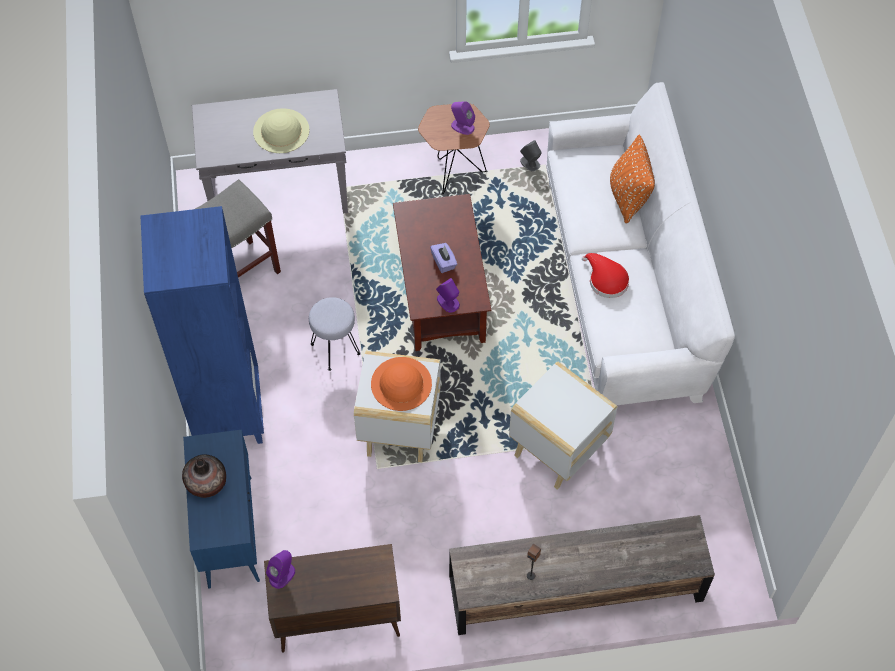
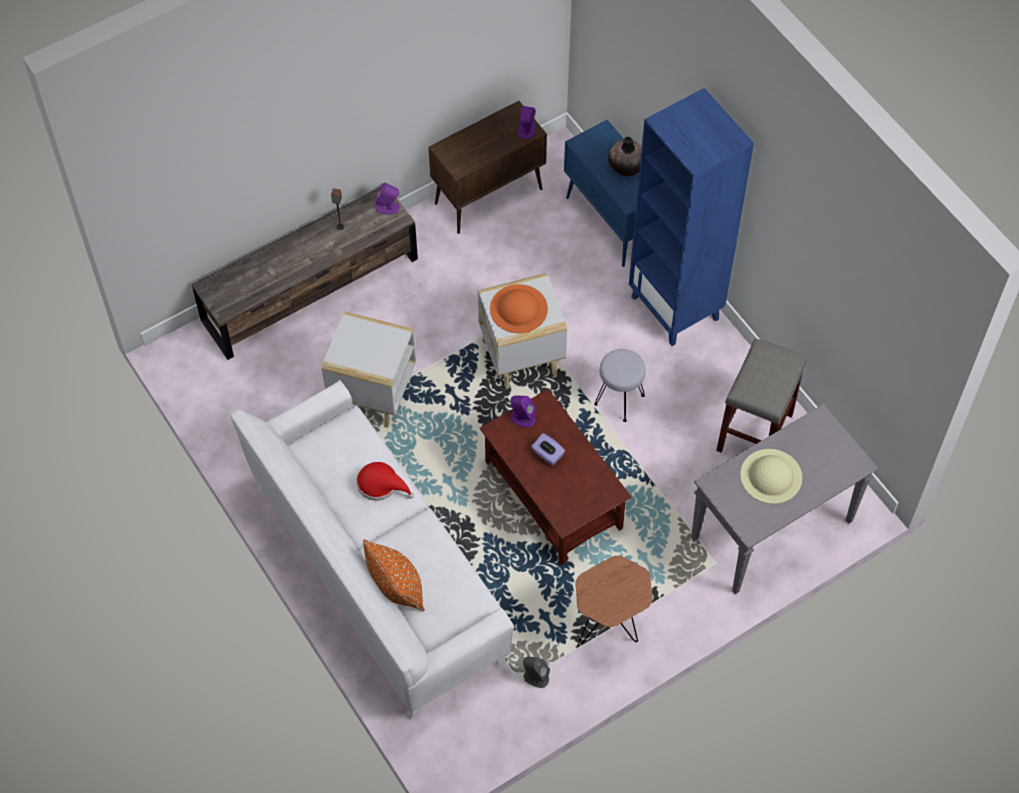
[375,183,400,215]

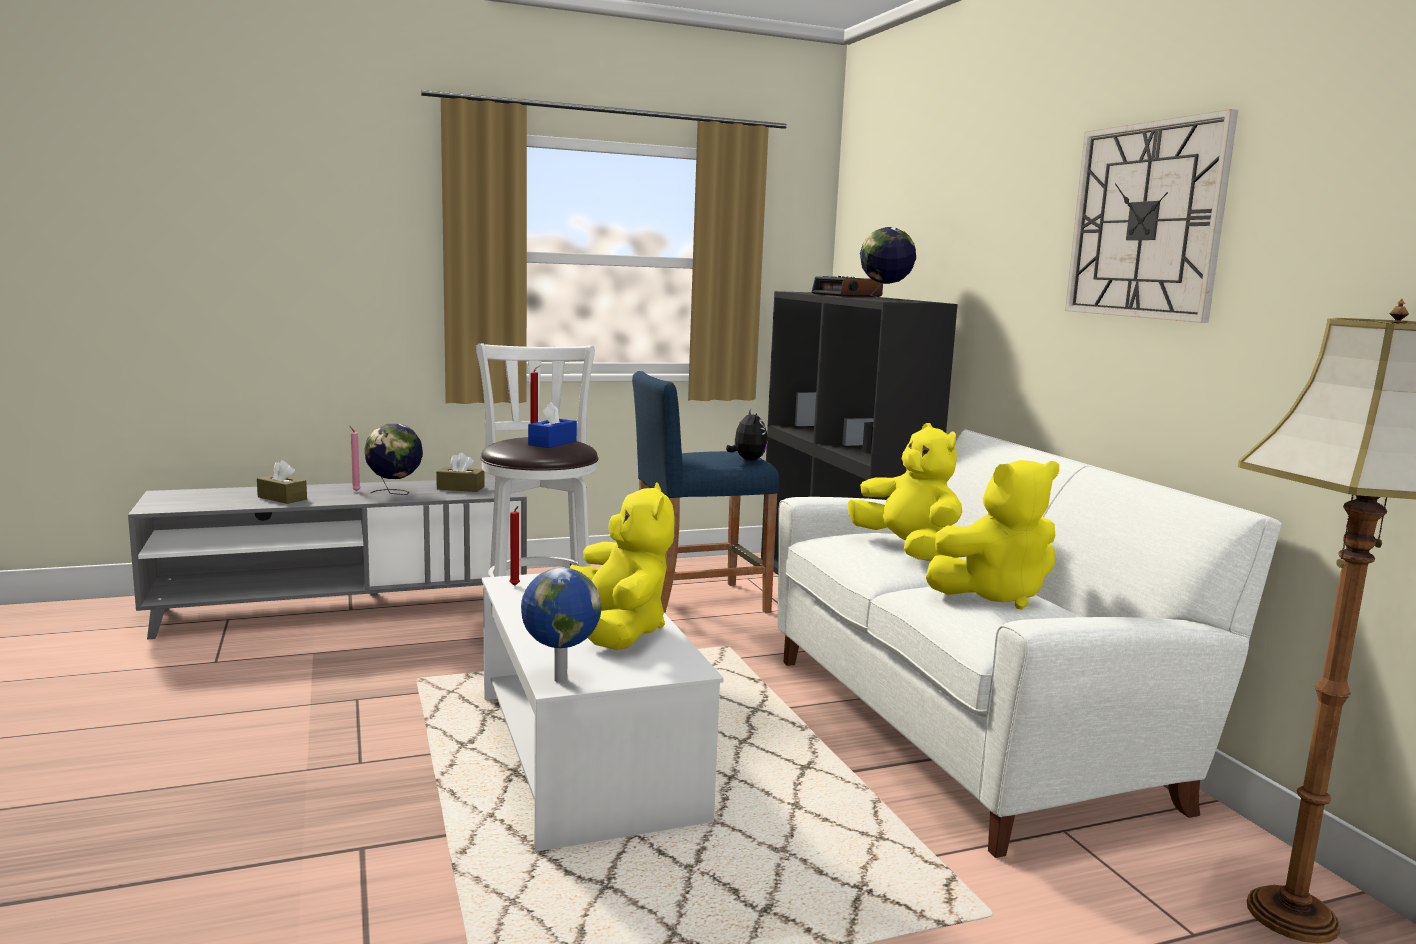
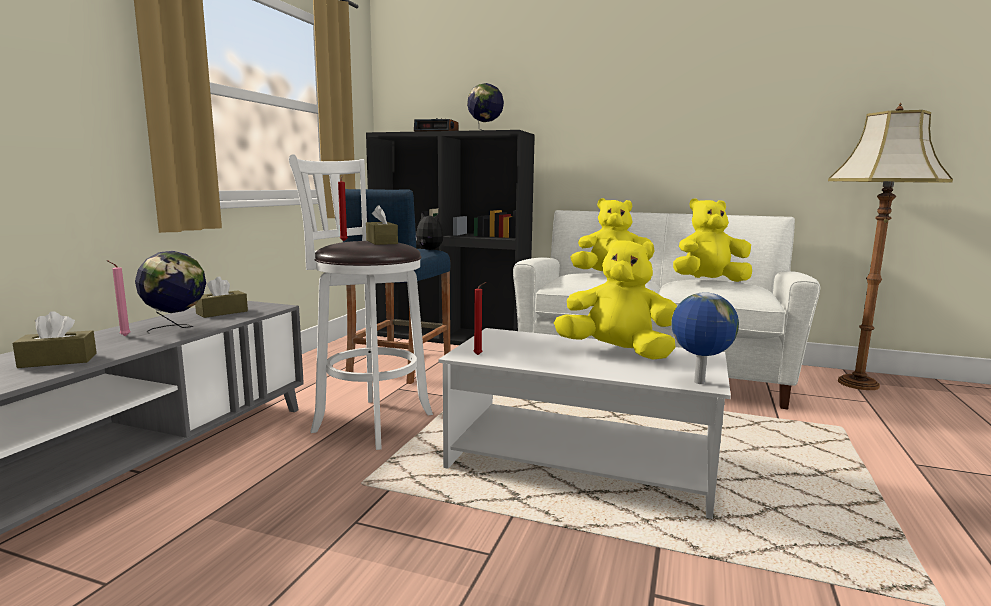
[366,205,398,245]
[673,198,752,282]
[1065,109,1238,323] (first image)

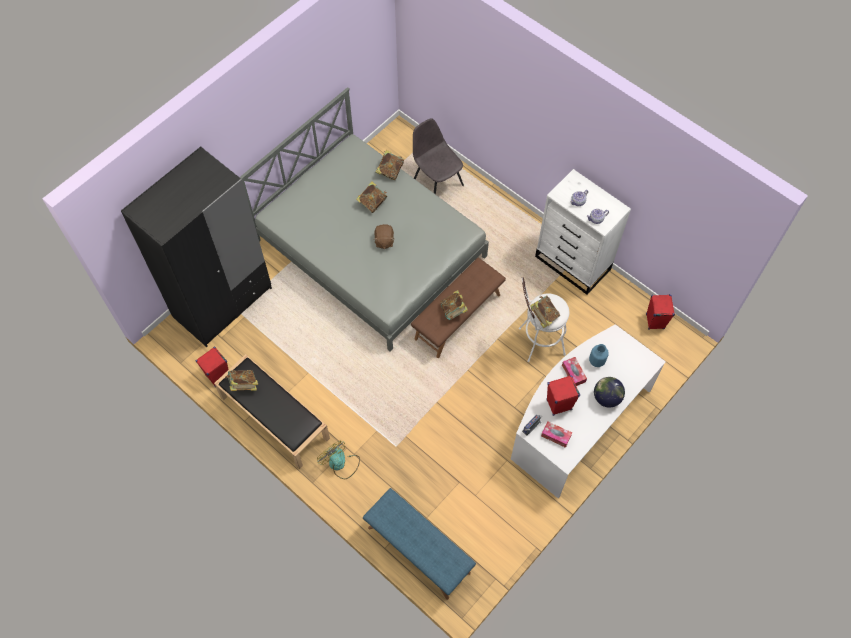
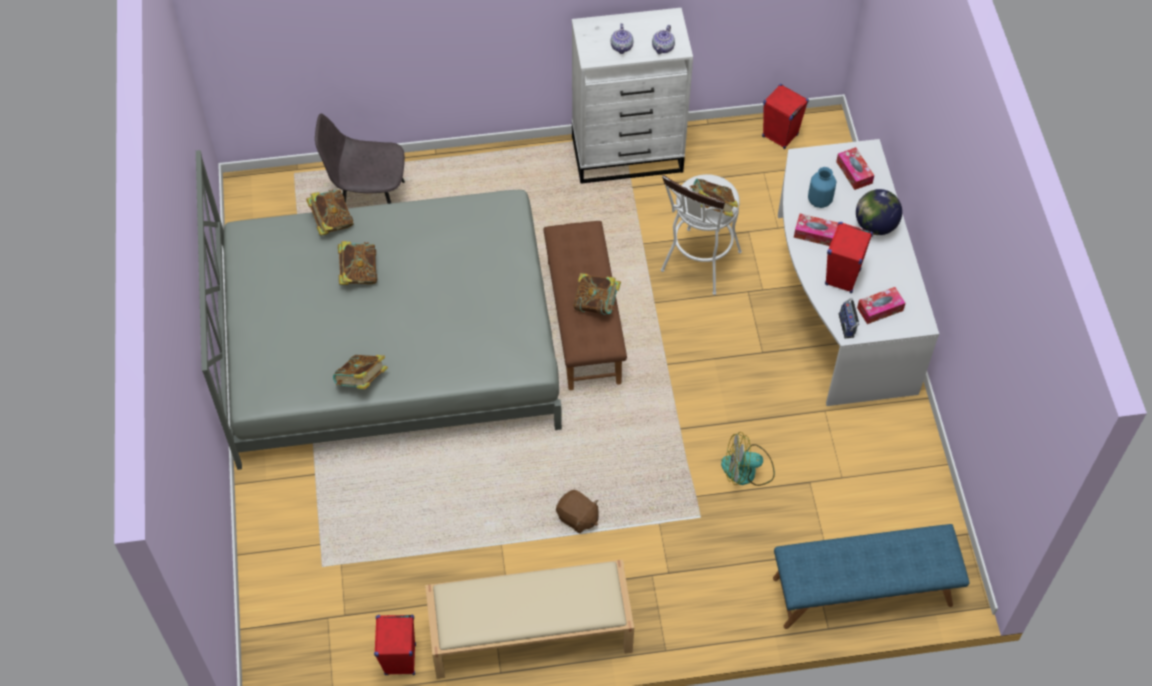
[121,147,272,347] (first image)
[425,559,634,679]
[333,355,388,389]
[721,432,775,486]
[556,490,599,534]
[836,147,874,190]

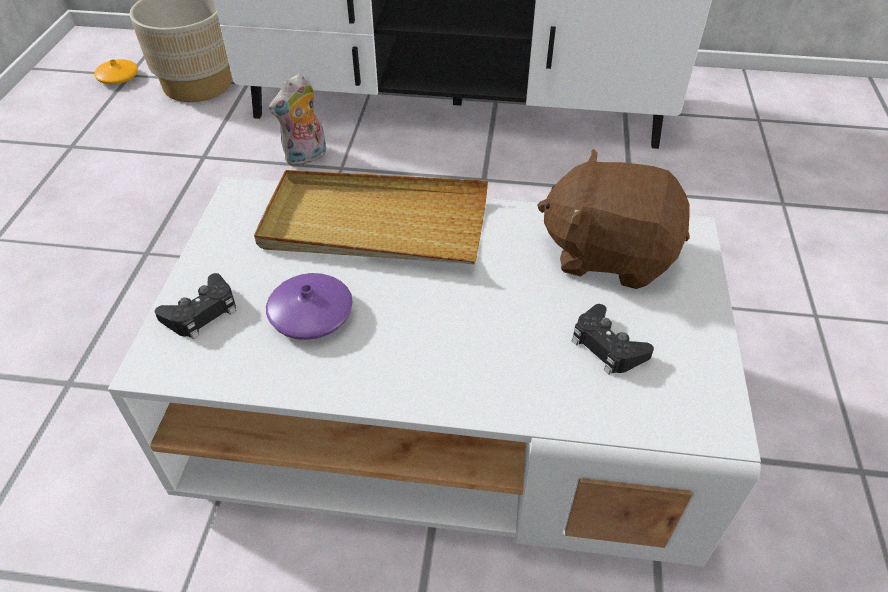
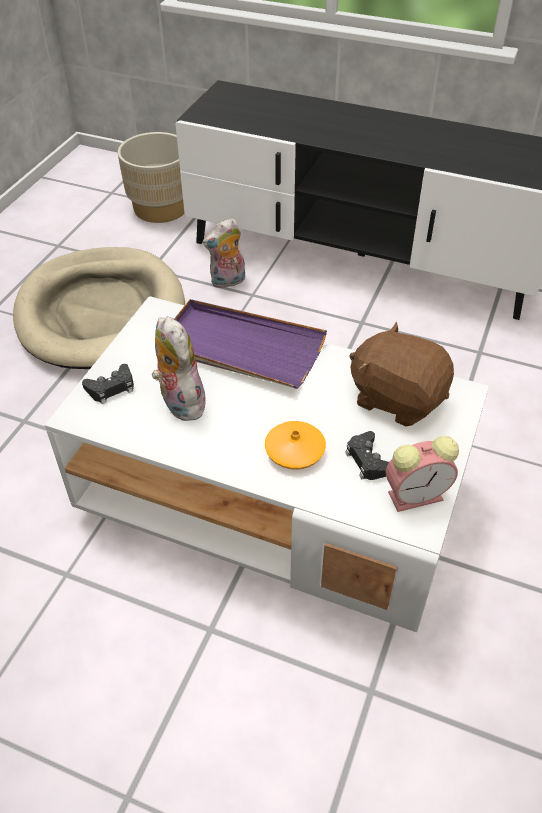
[265,421,326,469]
[174,299,327,389]
[152,316,206,421]
[13,247,185,369]
[386,436,459,512]

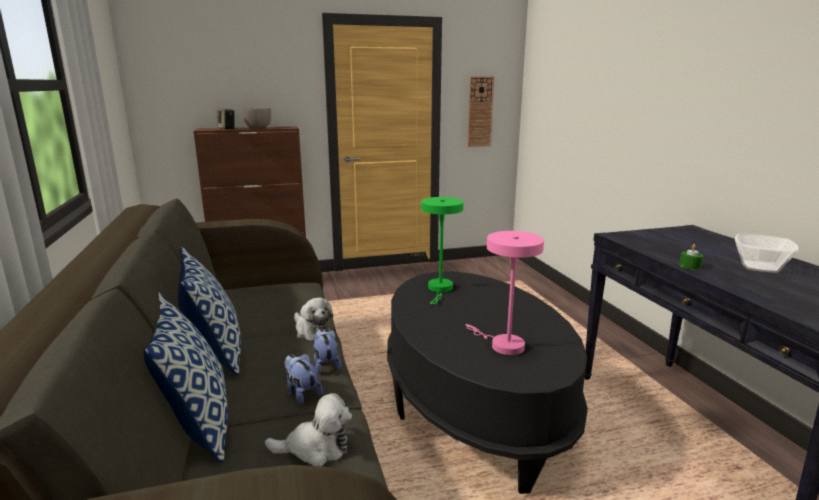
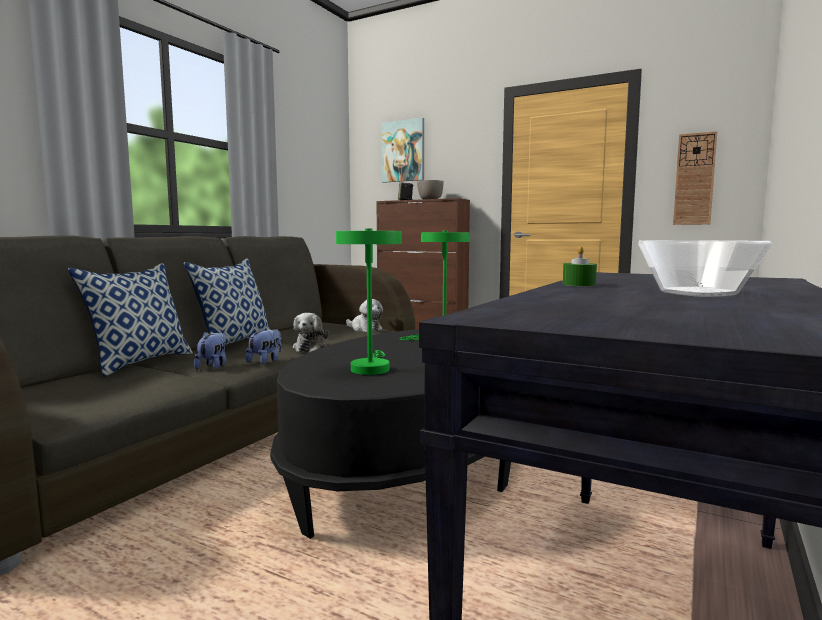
[346,299,383,332]
[336,228,401,375]
[381,118,424,183]

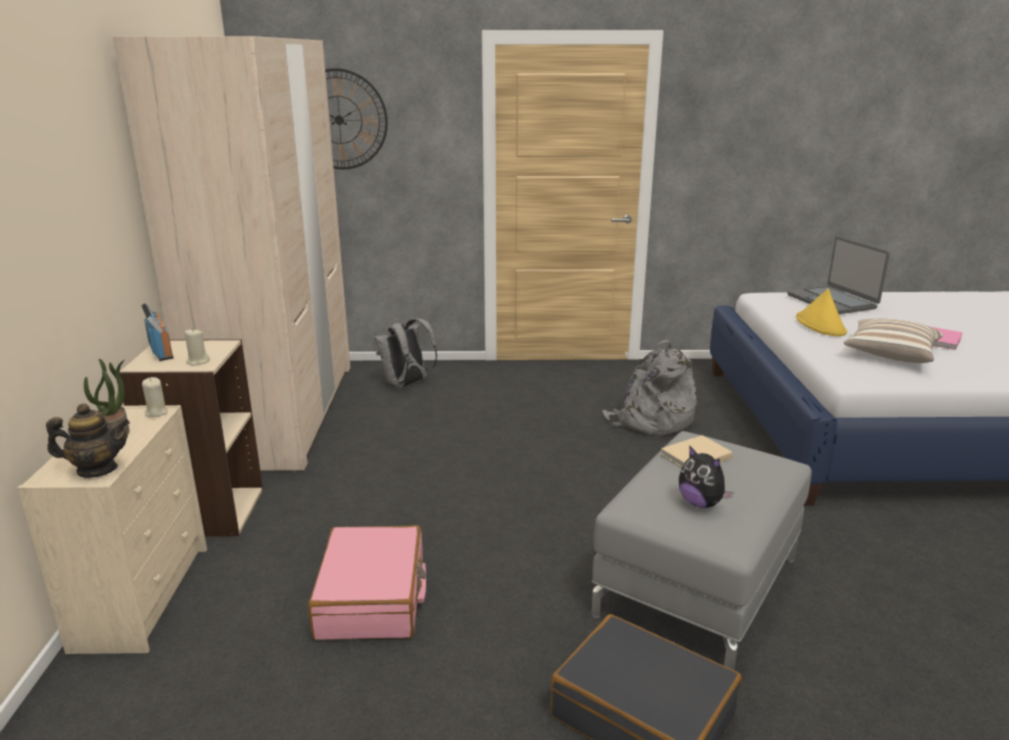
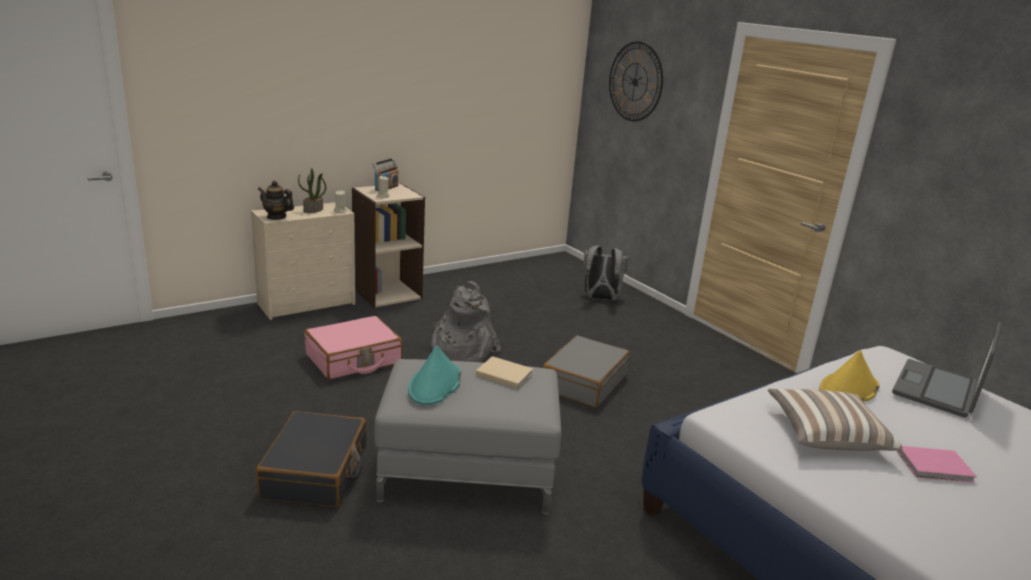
[258,181,294,220]
[113,36,350,472] (first image)
[431,281,501,362]
[408,345,461,405]
[543,335,630,408]

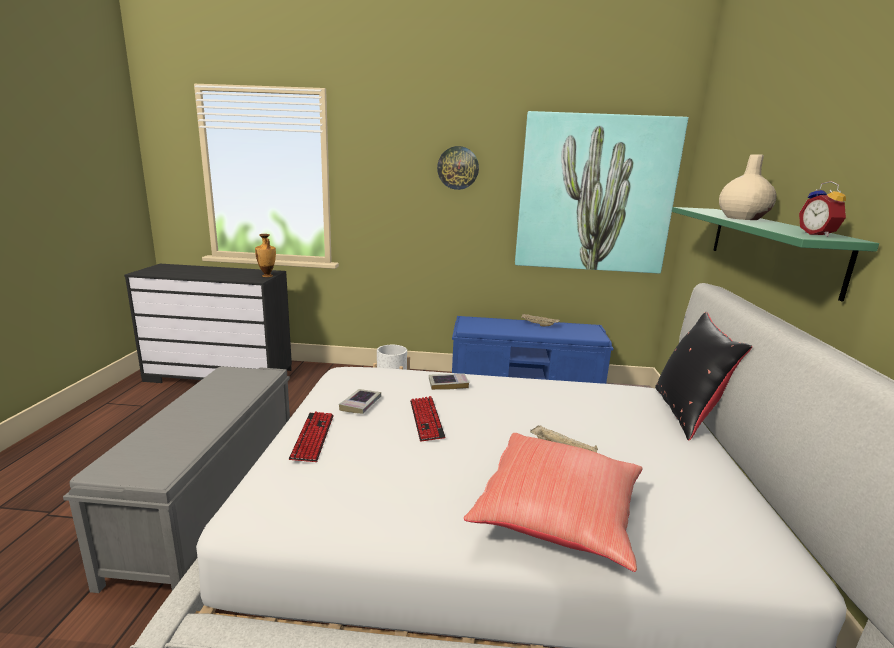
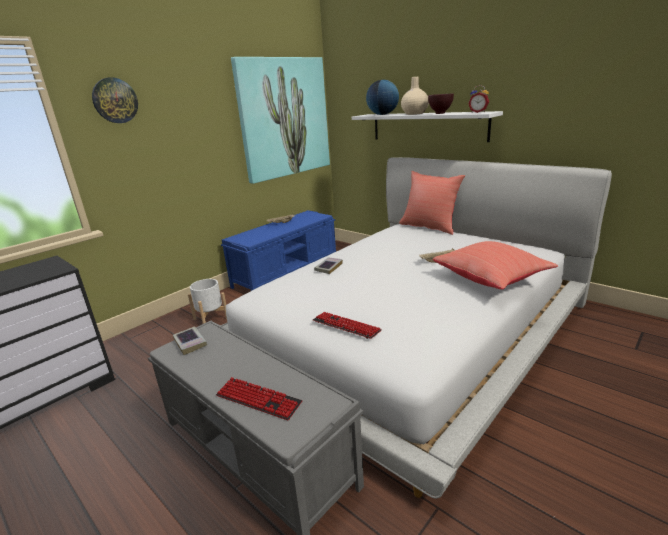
[255,234,276,277] (first image)
[173,327,207,355]
[216,377,302,420]
[92,77,138,123]
[399,171,465,235]
[352,111,503,142]
[366,80,399,115]
[428,94,454,114]

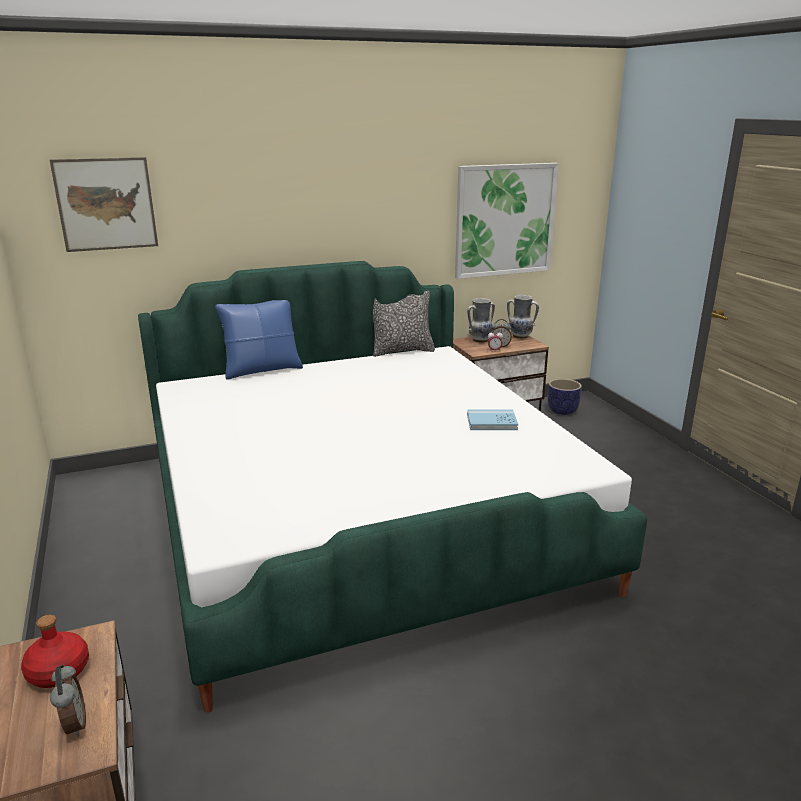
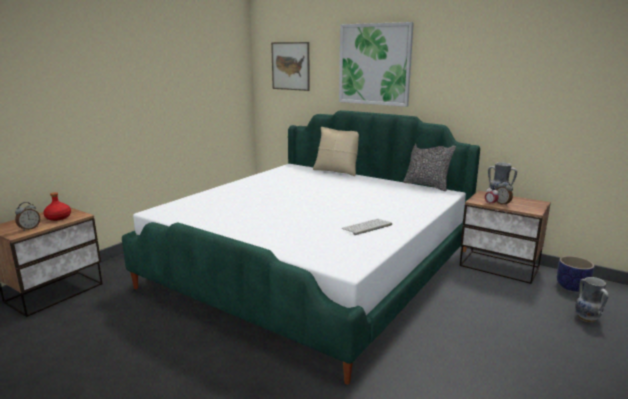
[313,127,359,176]
[339,22,414,107]
[341,219,392,235]
[575,277,609,322]

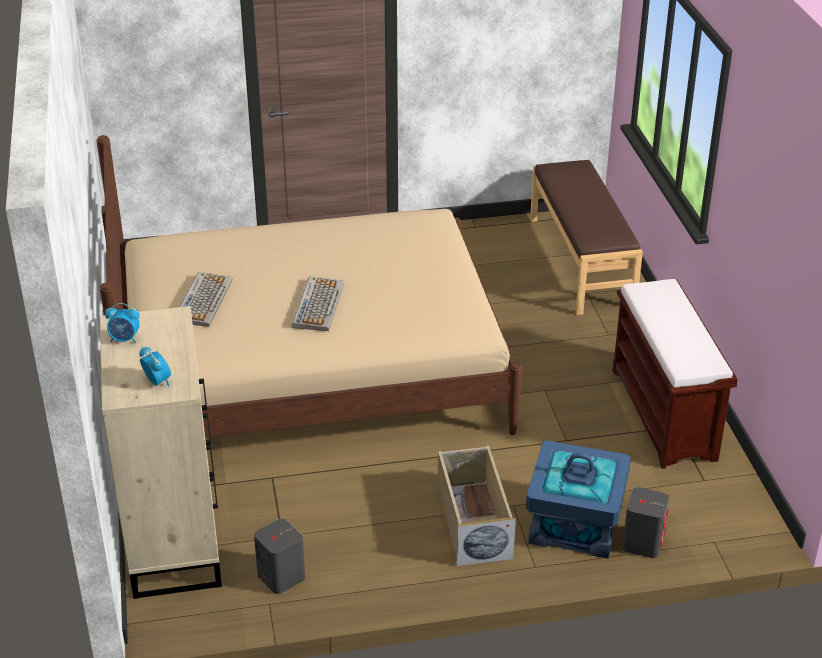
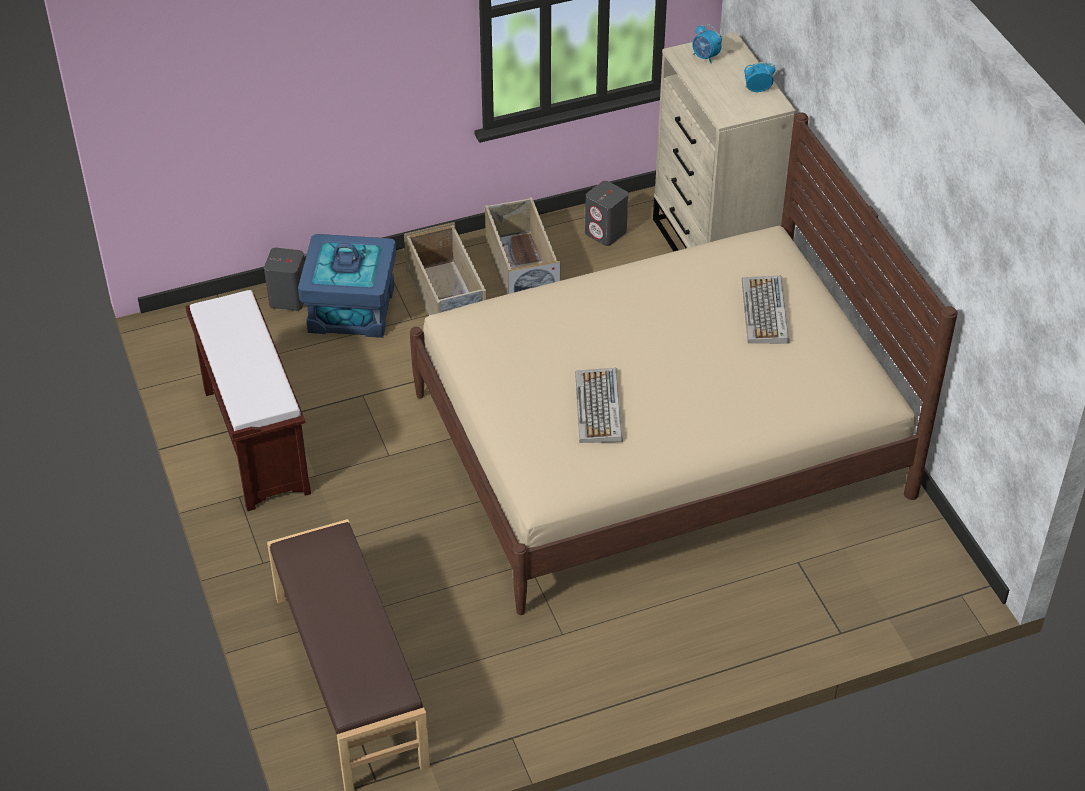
[575,368,623,443]
[485,197,561,295]

